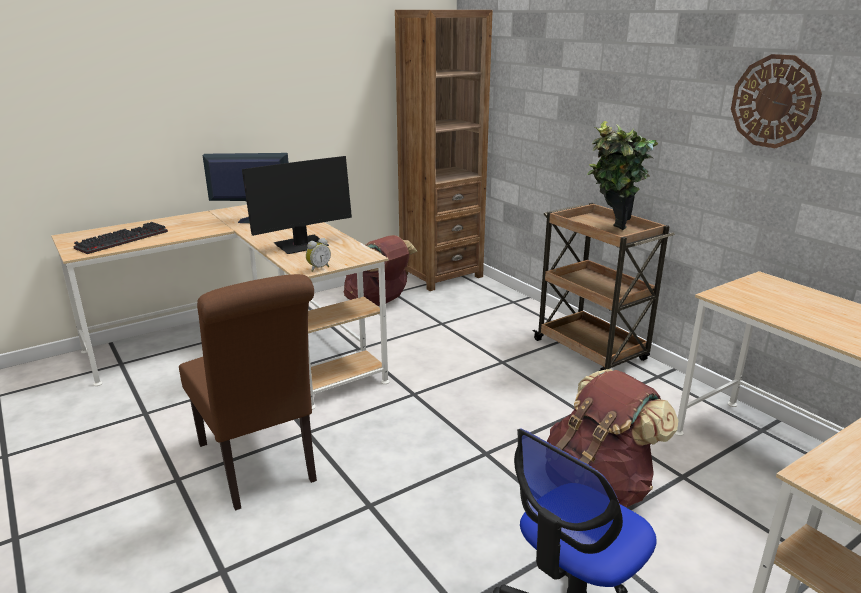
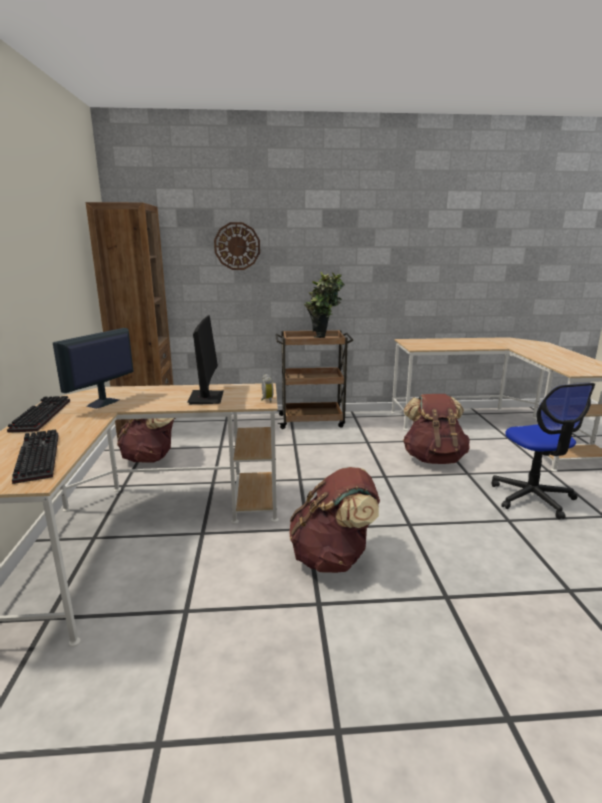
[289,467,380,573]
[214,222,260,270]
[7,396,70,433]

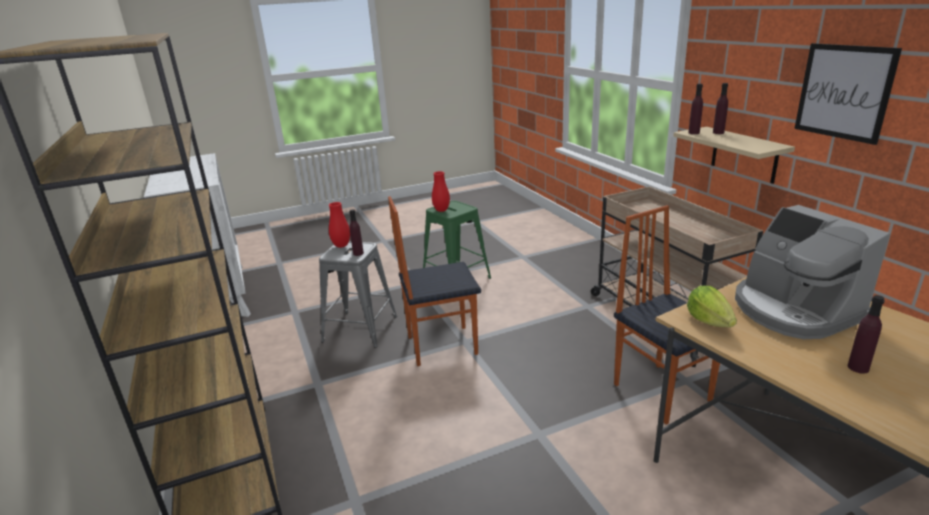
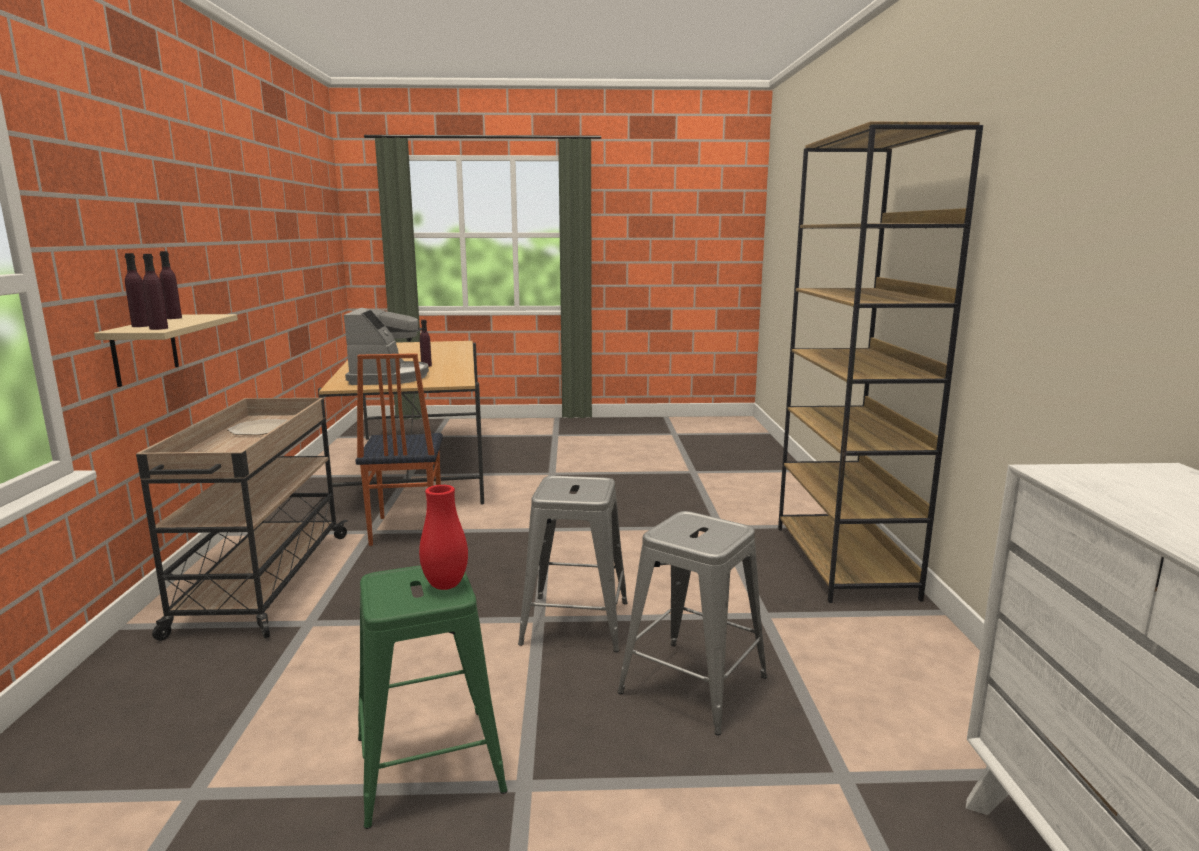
[329,202,350,248] (first image)
[159,251,182,319]
[518,476,628,652]
[687,286,737,327] (first image)
[794,43,902,145] (first image)
[227,419,287,435]

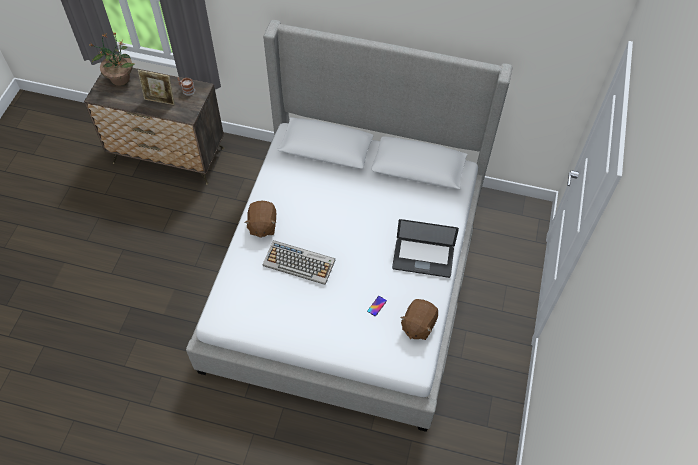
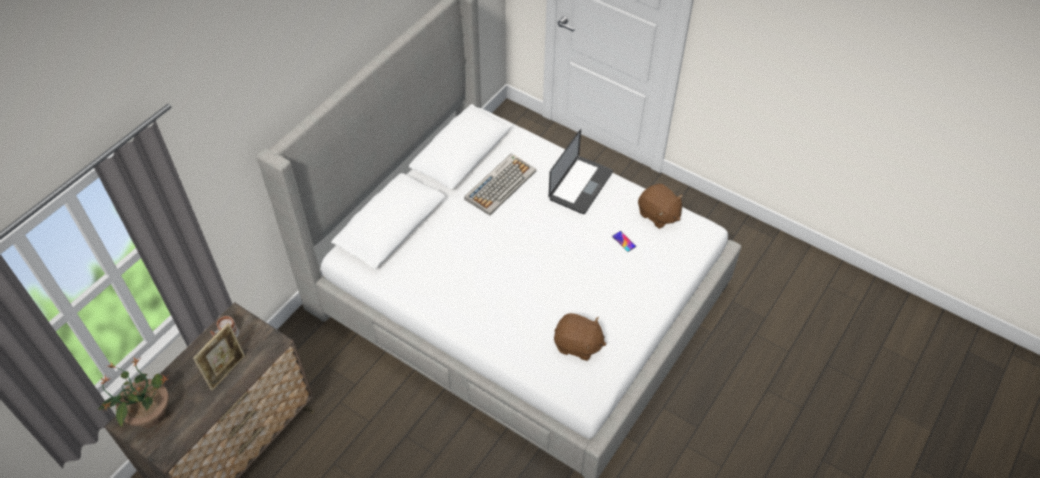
[554,313,606,361]
[464,153,536,215]

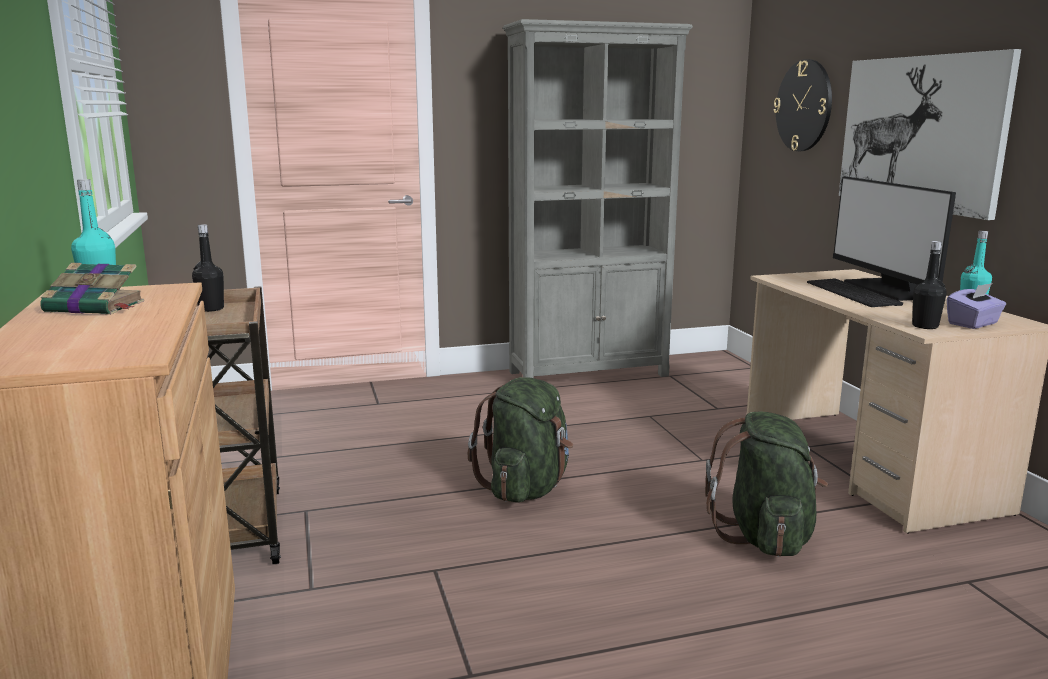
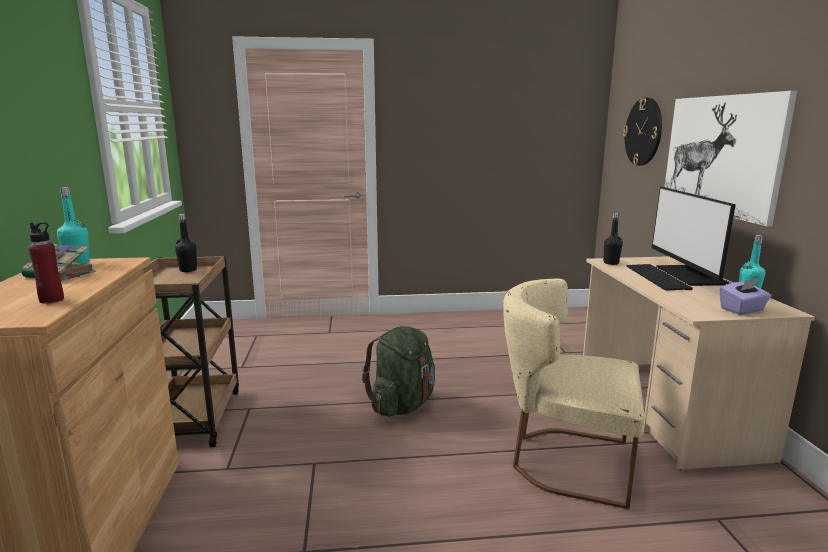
[503,19,693,378] (first image)
[503,279,644,509]
[603,213,623,265]
[28,222,64,304]

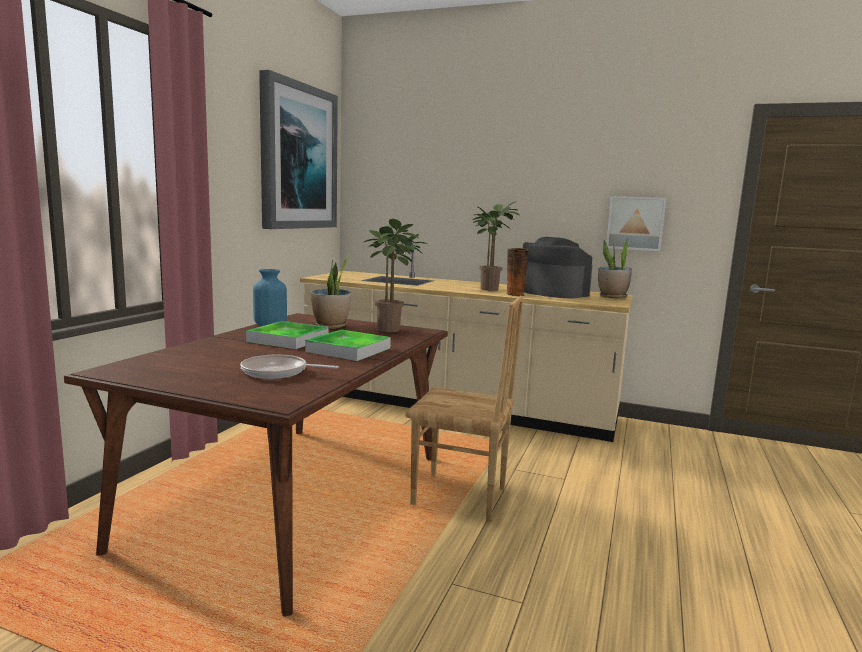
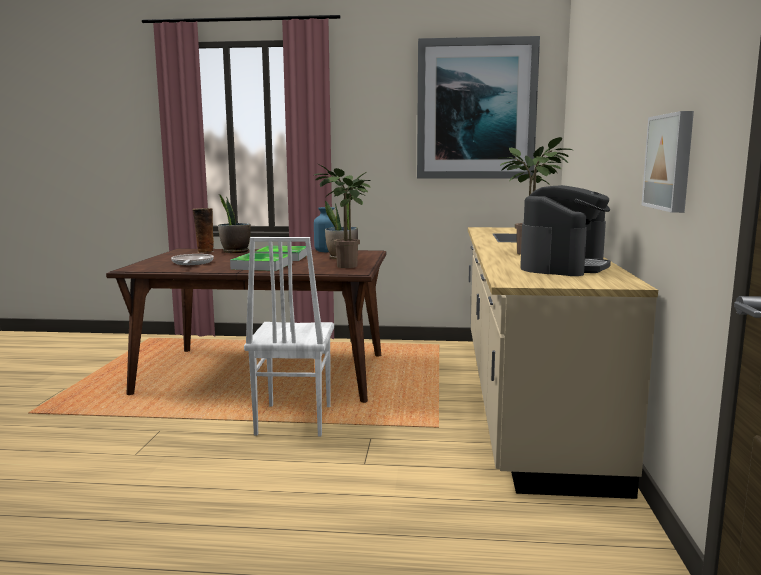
[244,237,334,436]
[192,208,214,253]
[218,194,251,253]

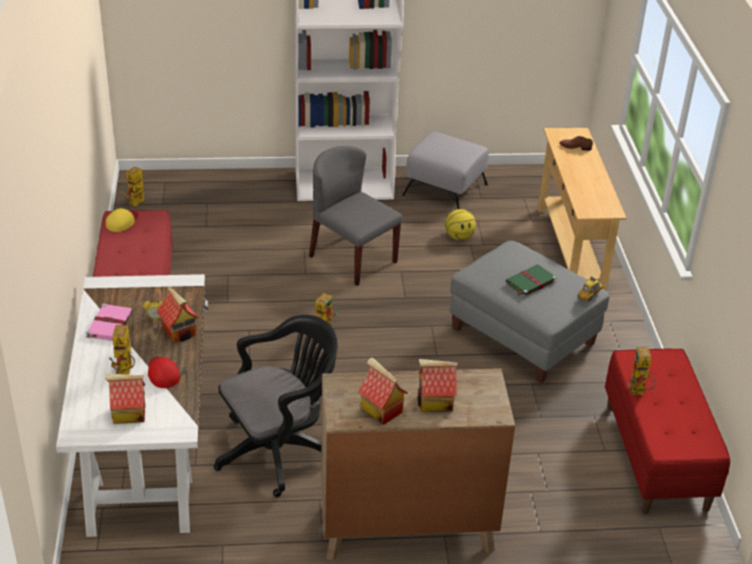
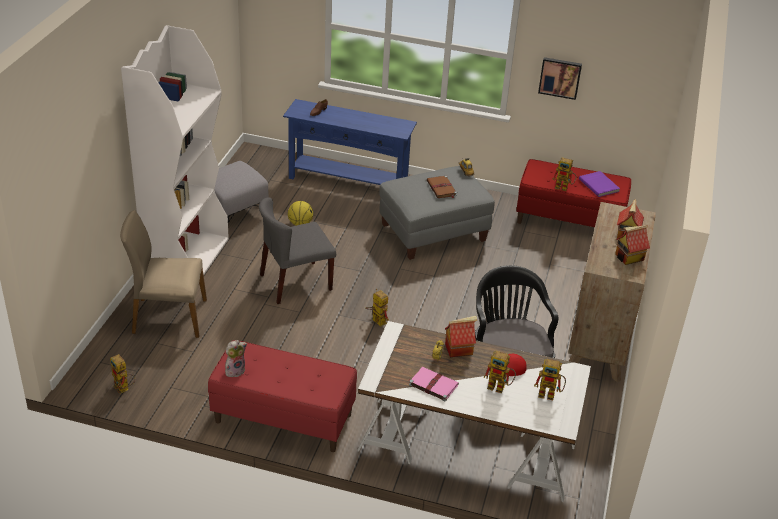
[534,359,566,400]
[225,340,247,377]
[427,176,457,198]
[283,99,417,185]
[120,210,207,338]
[538,57,582,100]
[579,171,620,197]

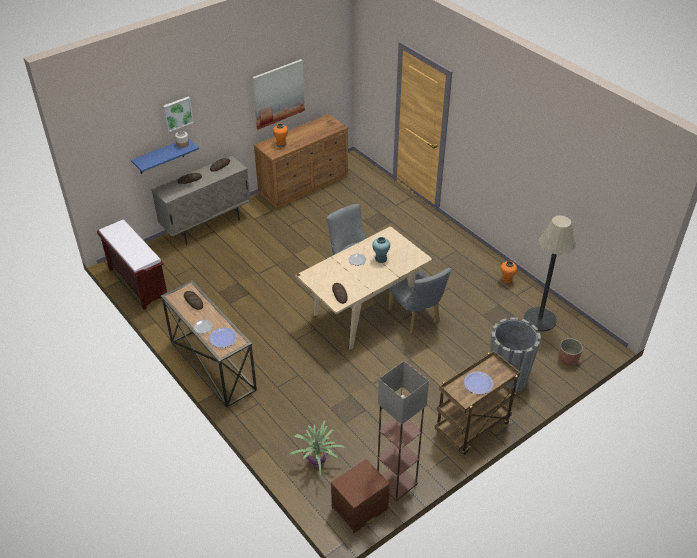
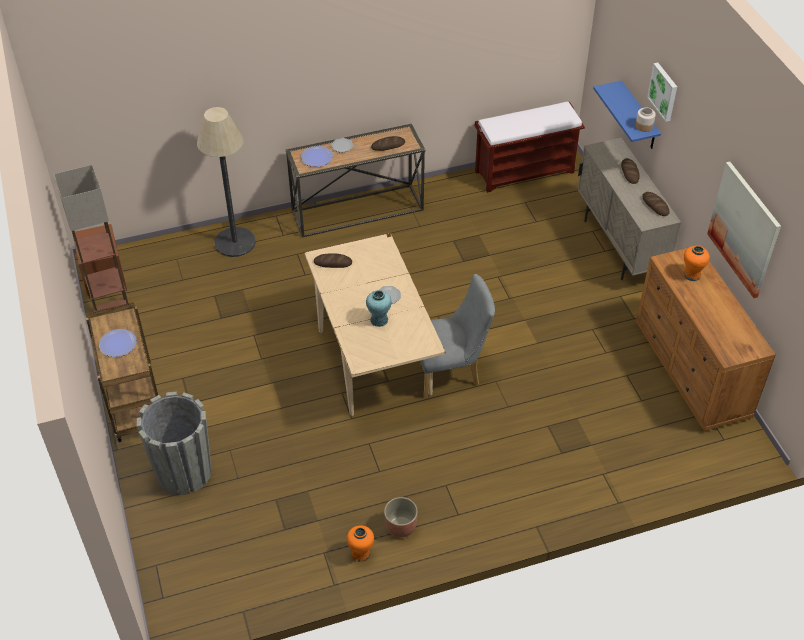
[290,420,346,476] (first image)
[389,268,451,333] (first image)
[197,107,256,257]
[384,497,418,538]

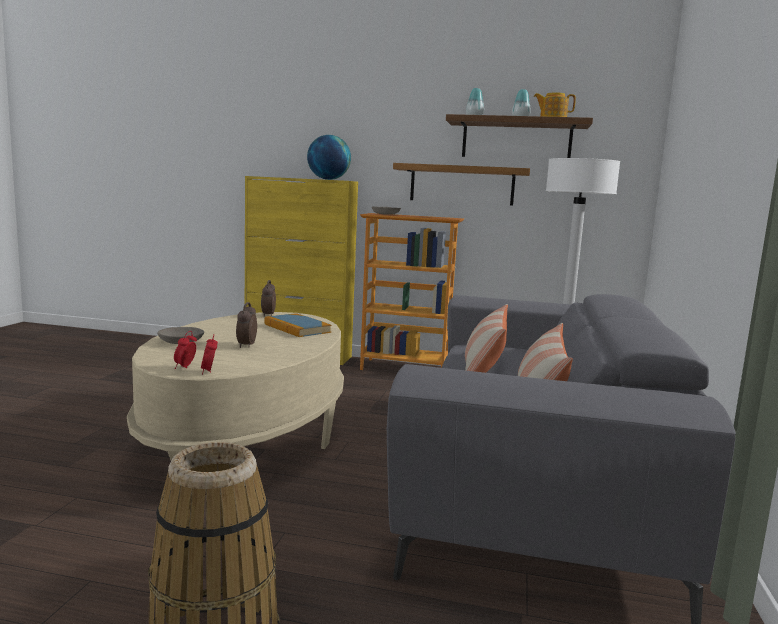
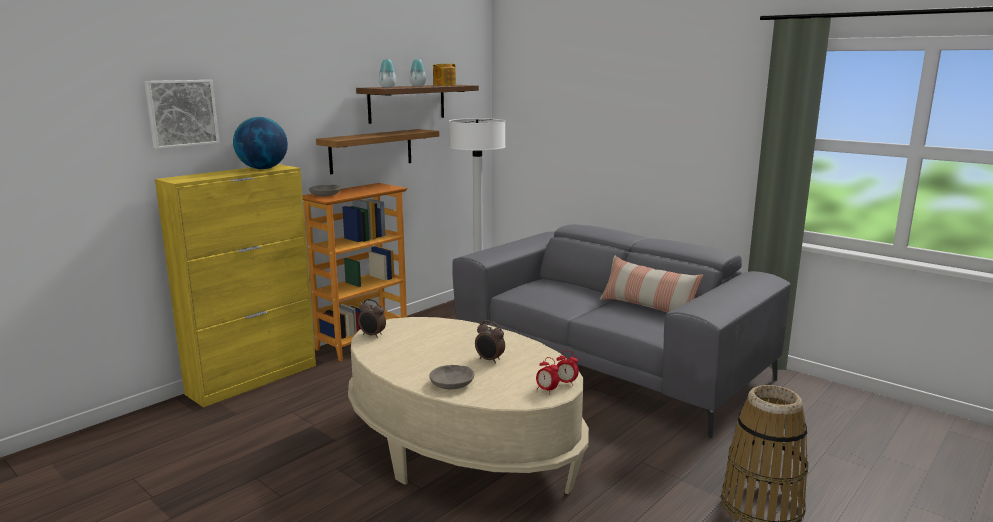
[264,313,331,337] (first image)
[465,304,508,373] (first image)
[144,80,219,149]

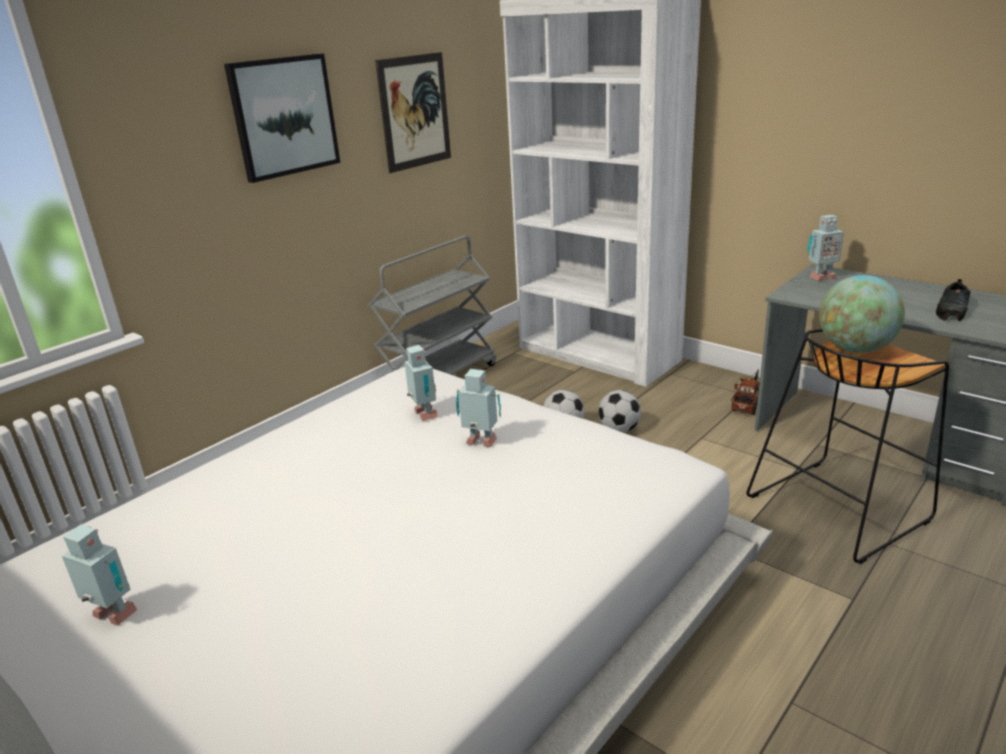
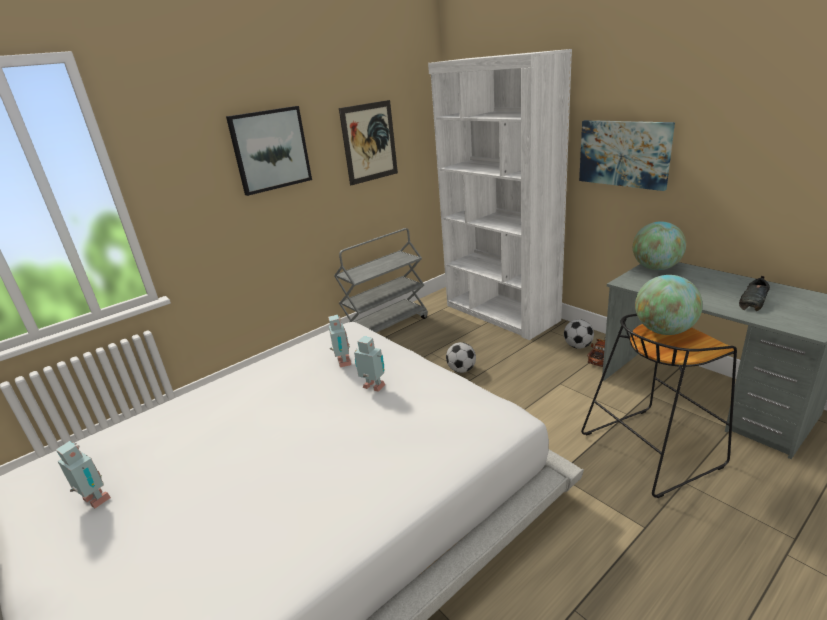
[564,319,594,349]
[633,221,686,270]
[579,120,675,191]

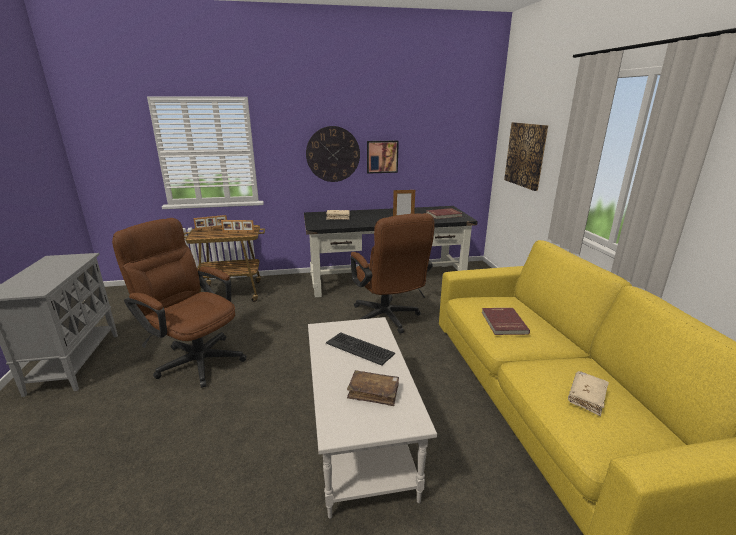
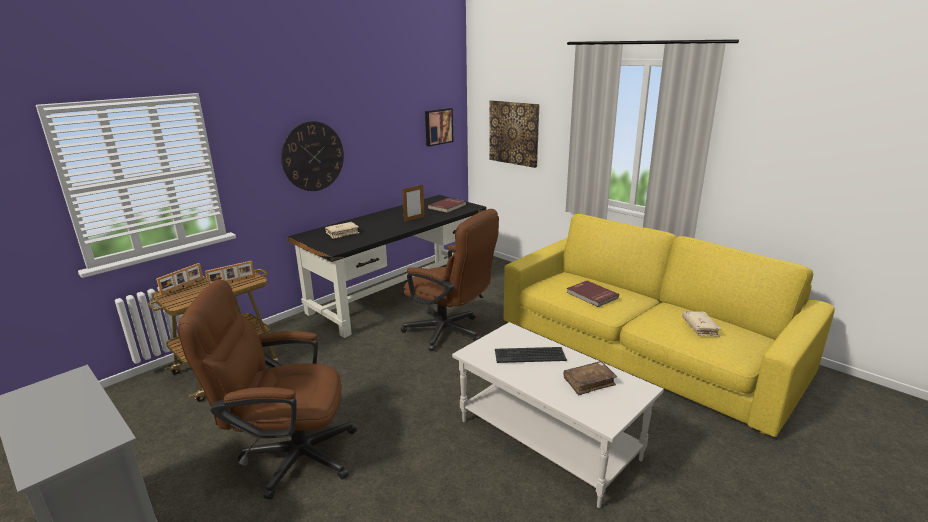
[425,108,453,146]

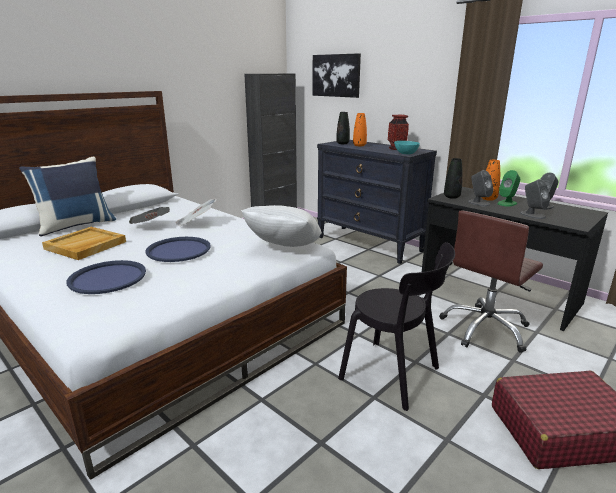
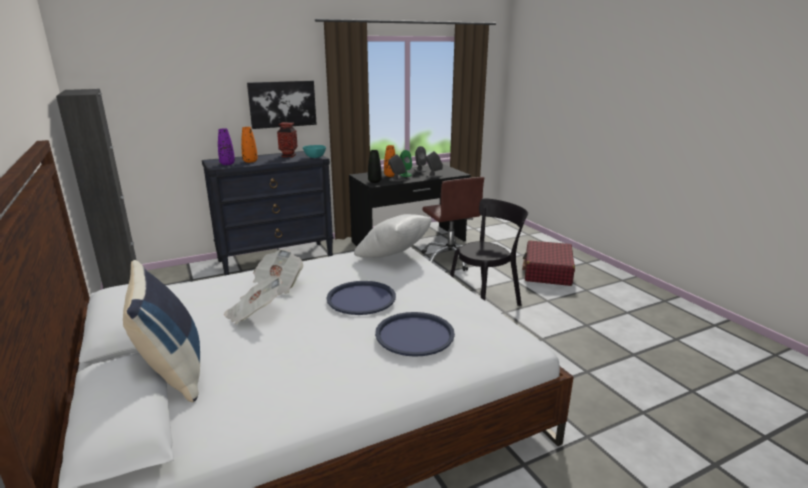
[42,227,126,260] (first image)
[247,81,317,129]
[218,128,235,165]

